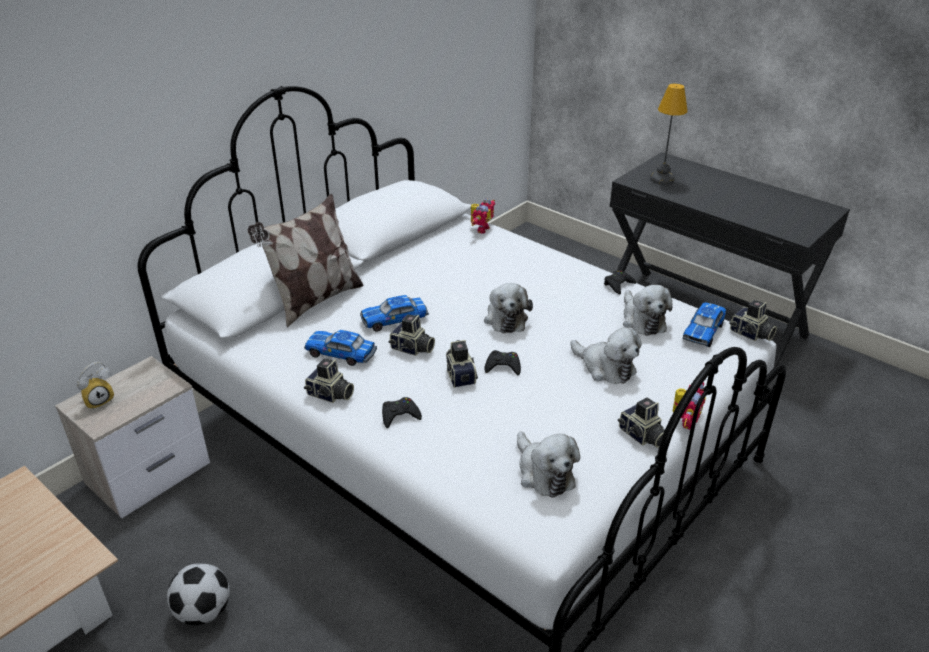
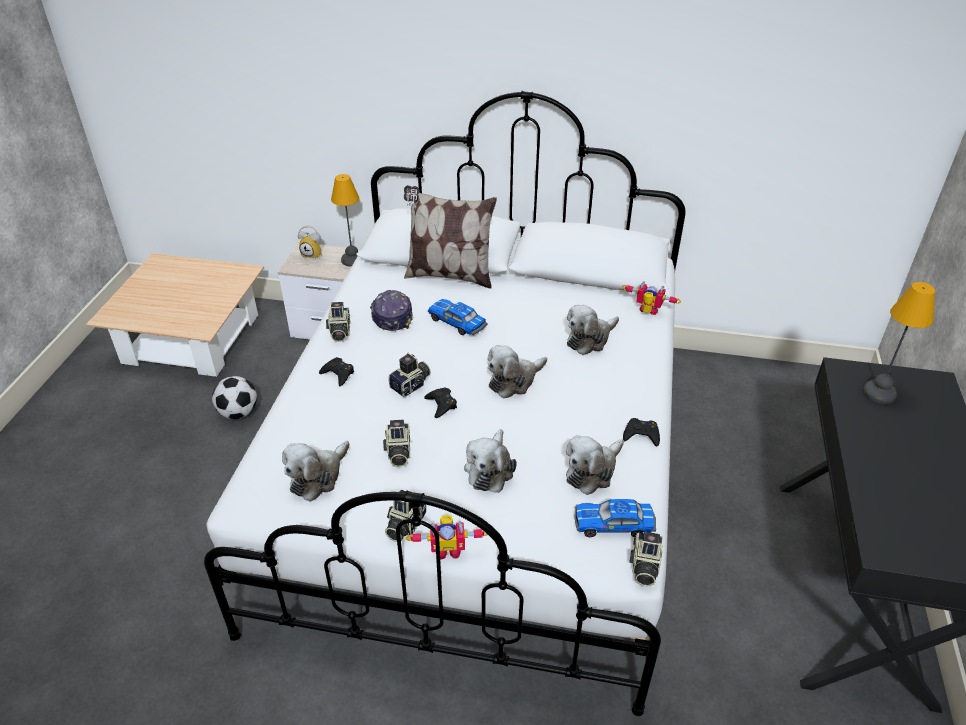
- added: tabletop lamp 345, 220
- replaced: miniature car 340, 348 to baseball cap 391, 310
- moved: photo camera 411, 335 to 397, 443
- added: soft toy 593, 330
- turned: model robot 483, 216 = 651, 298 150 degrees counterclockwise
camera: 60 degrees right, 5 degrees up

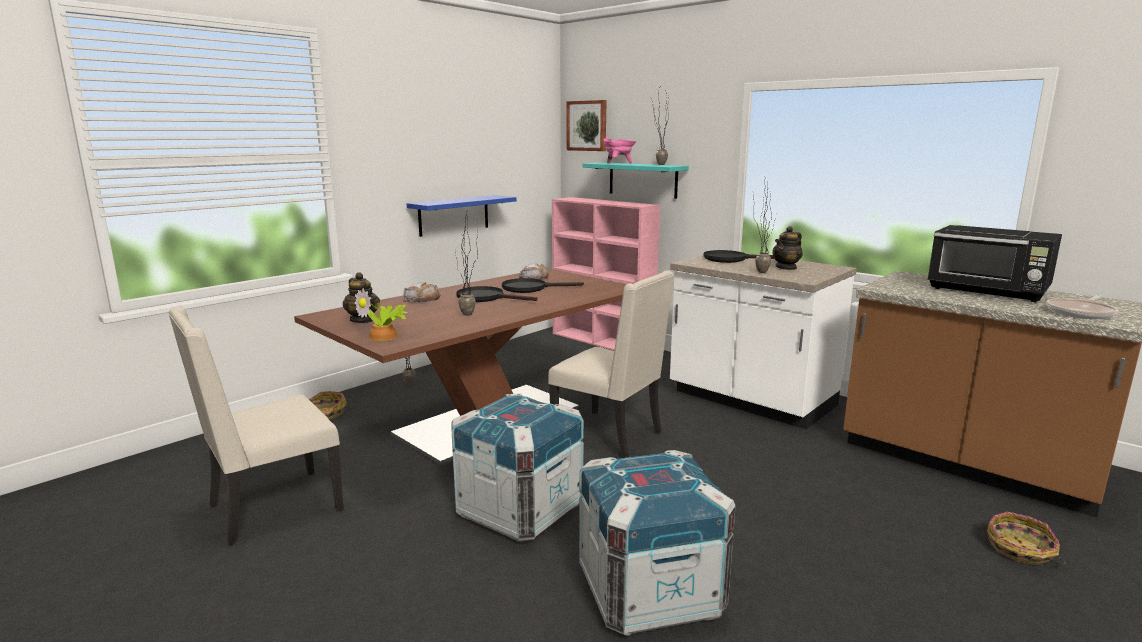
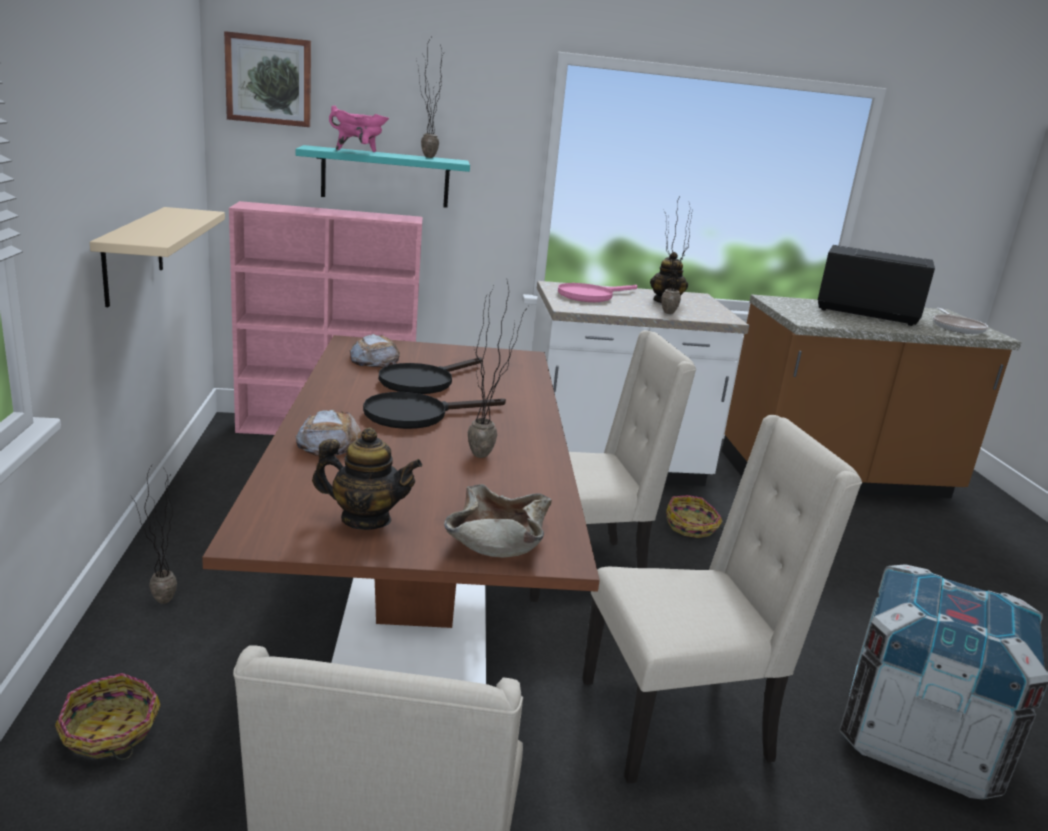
- recoloured: wall shelf in blue 462, 216 to wall shelf in beige 157, 257
- replaced: houseplant 381, 314 to deep dish in beige 498, 521
- recoloured: skillet in blackish 738, 256 to skillet in pink 597, 292
- replaced: crate 517, 467 to chair in beige 722, 599
- moved: household basket 1026, 538 to 695, 516
- turned: microwave oven in blackish 994, 263 = 876, 285 150 degrees counterclockwise
camera: 50 degrees left, 5 degrees up

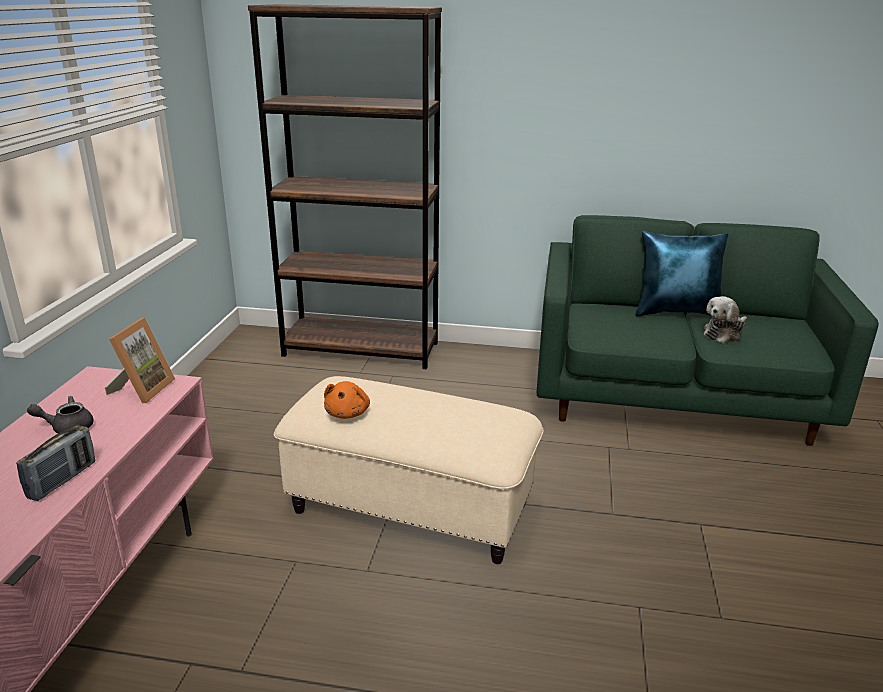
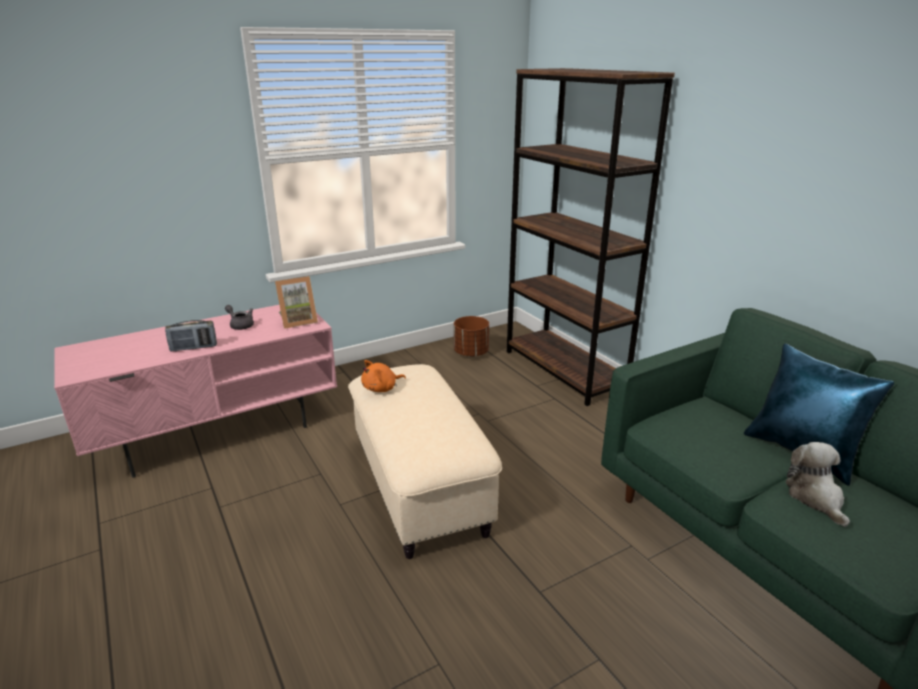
- added: flower pot in brown-coloured 471, 336
- turned: soft toy 725, 319 = 818, 484 75 degrees clockwise
camera: 50 degrees right, 0 degrees up

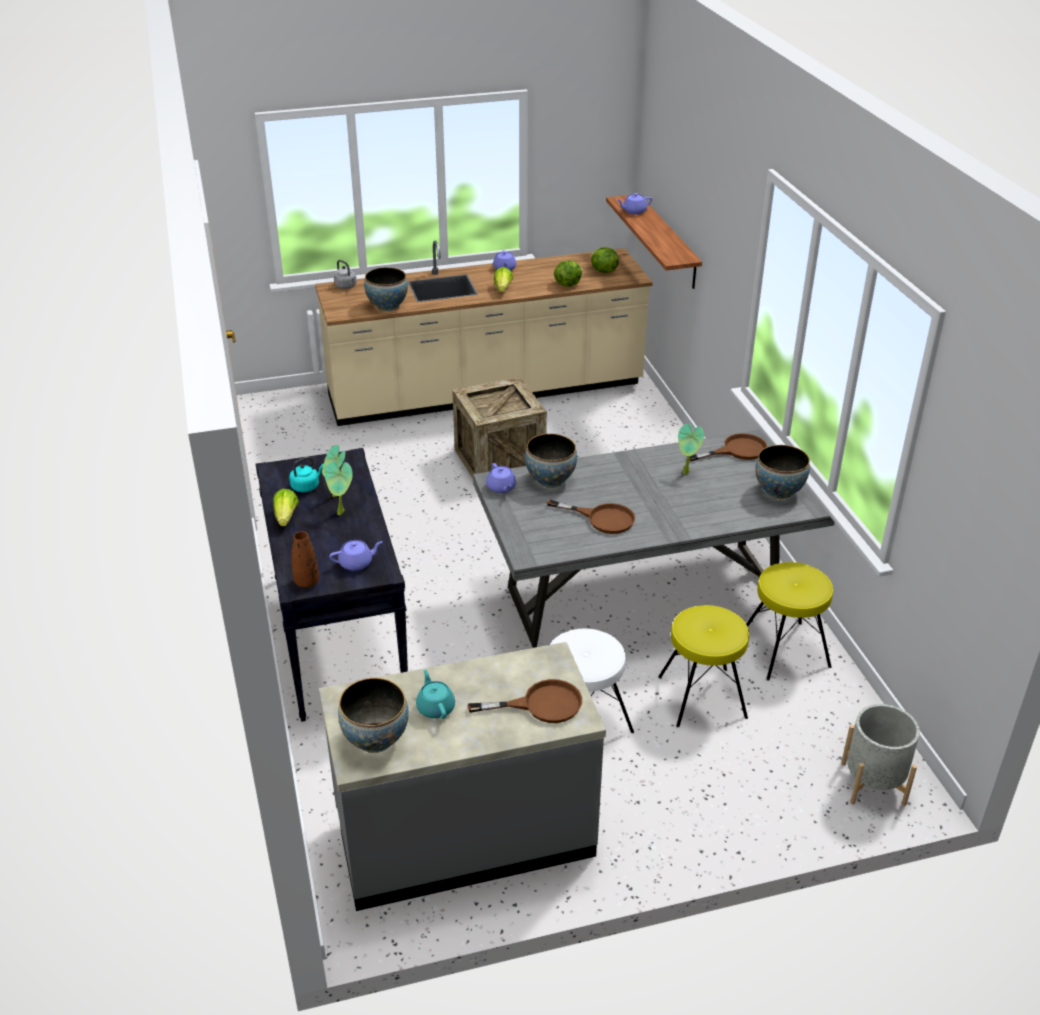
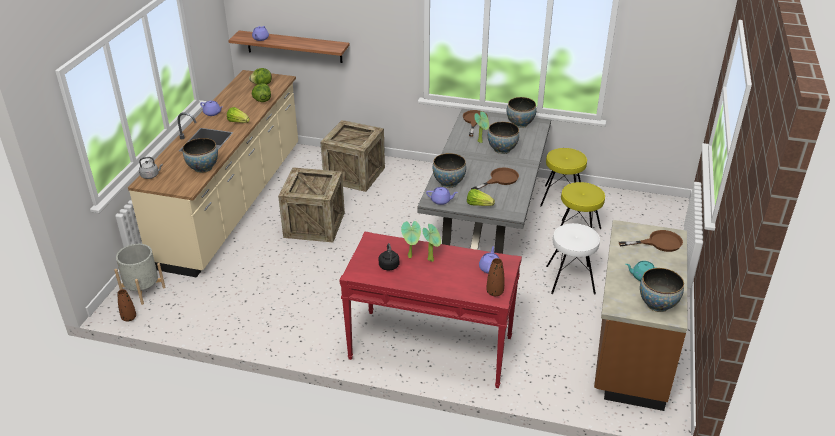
- moved: flower pot in greyish 880, 755 to 140, 274
- added: decorative vase in brown-coloured 127, 305
- added: crate 352, 156
- recoloured: console table in blackish 331, 585 to console table in red-coloured 430, 310
- recoloured: kettle in turquoise-coloured 306, 474 to kettle in blackish 389, 256
- moved: lettuce head 286, 507 to 481, 197
- added: deep dish 503, 138
- recoloured: kitchen counter in greyish 462, 776 to kitchen counter in brown-coloured 640, 315
- turned: skillet in brown-coloured 524, 701 = 651, 241 60 degrees clockwise
camera: 60 degrees left, 0 degrees up

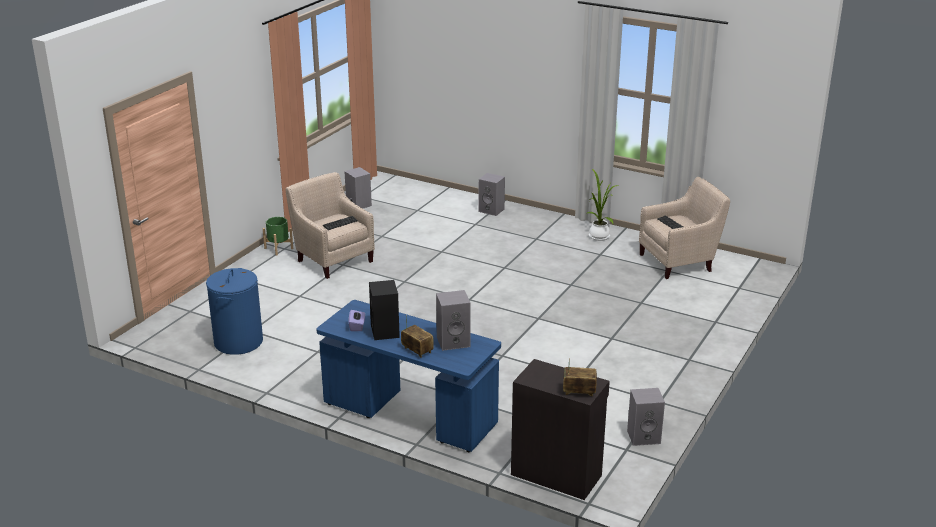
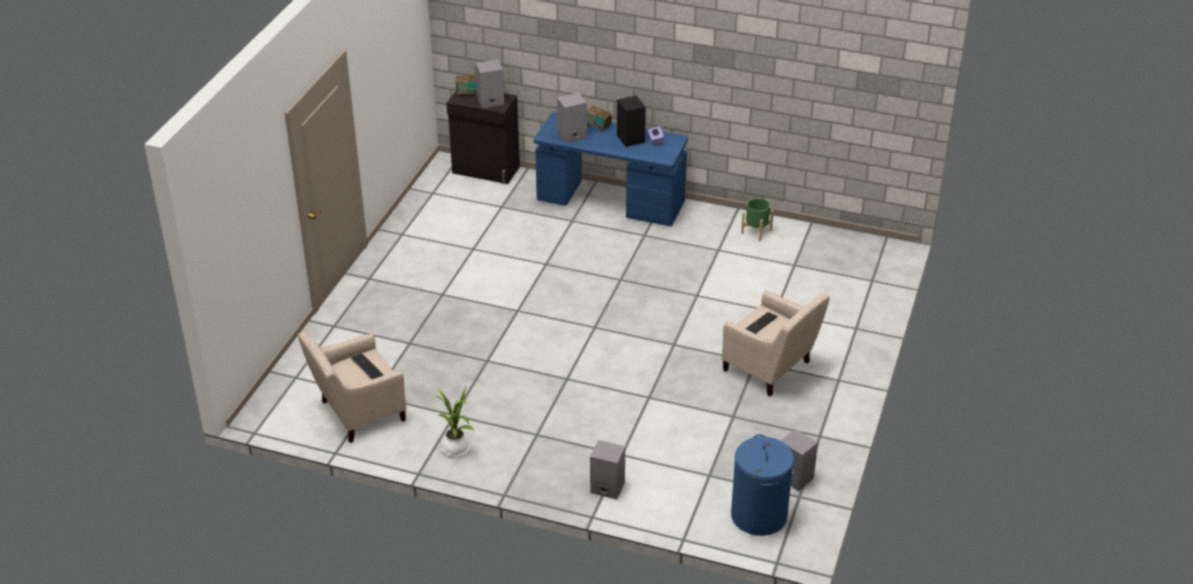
- moved: audio speaker in greyish 646, 417 to 490, 84
- moved: washing basket in blue 234, 311 to 762, 485
- moved: flower pot in green 278, 236 to 757, 219
camera: 170 degrees right, 10 degrees up

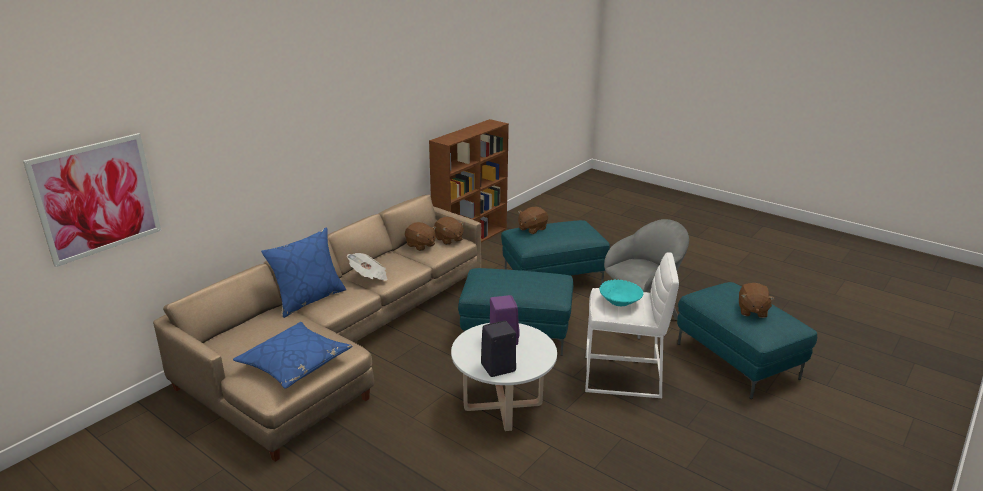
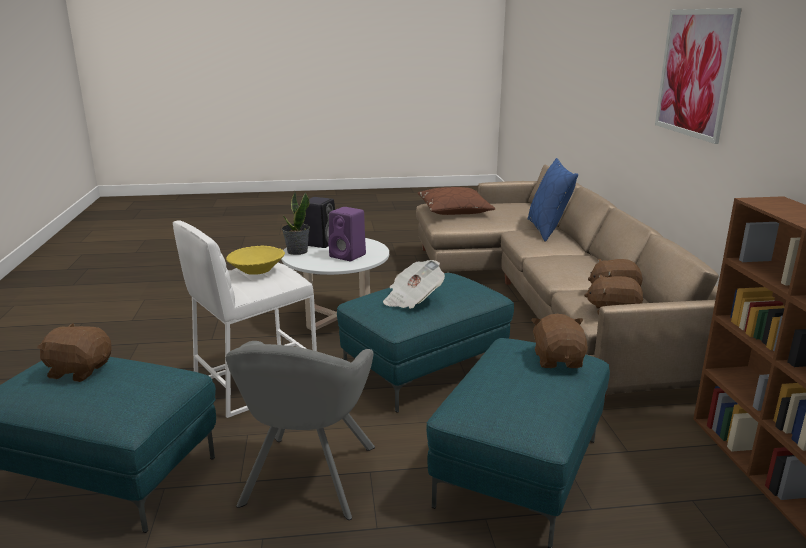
- turned: soft toy in brown-coloured 757, 300 = 74, 352 45 degrees counterclockwise
- recoloured: deep dish in turquoise-coloured 621, 293 to deep dish in yellow 255, 260
- added: houseplant 296, 223
- moved: newspaper 367, 267 to 414, 284
- recoloured: pillow in blue 292, 355 to pillow in brown-coloured 457, 201
- moved: picture 92, 200 to 698, 76
camera: 135 degrees right, 5 degrees down

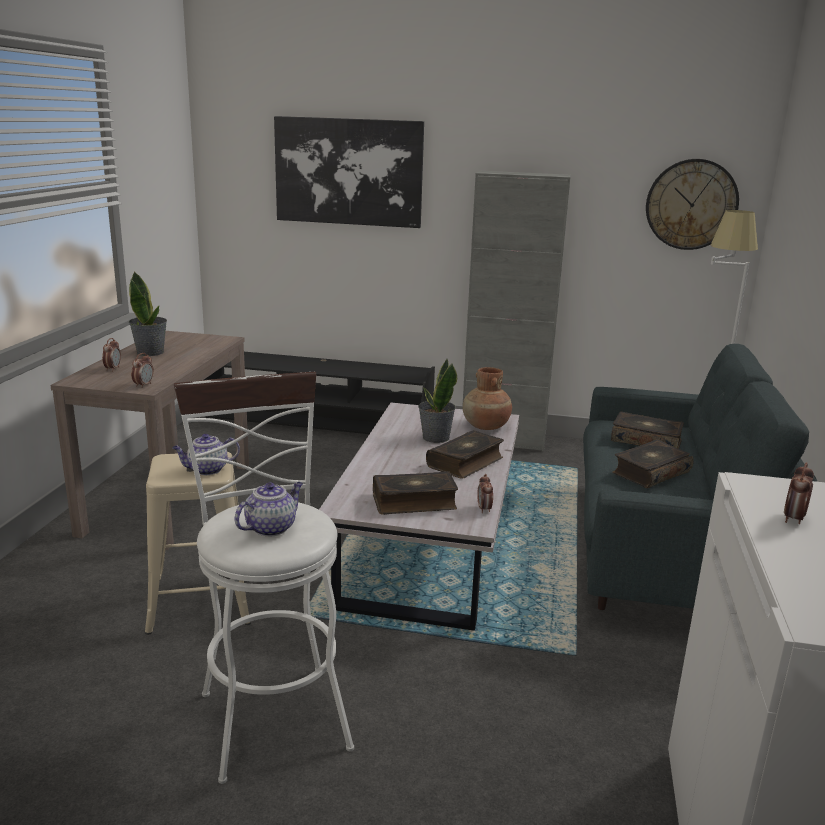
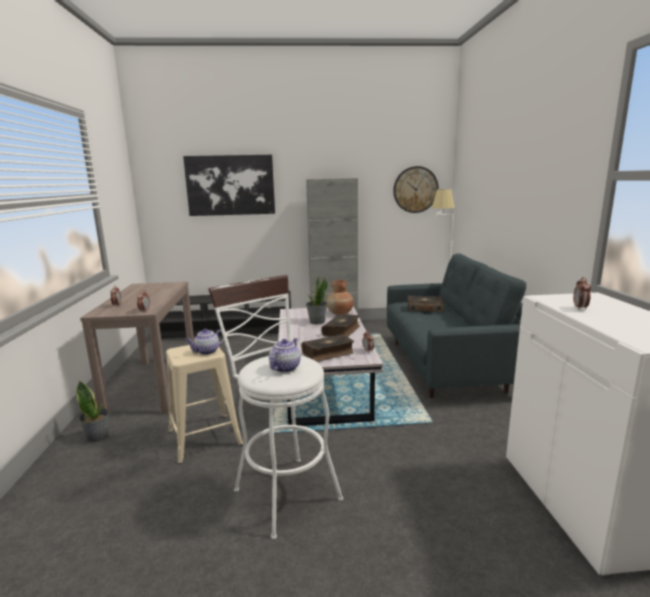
- moved: houseplant 148, 313 to 92, 412
- removed: book 653, 463
camera: 15 degrees left, 5 degrees down

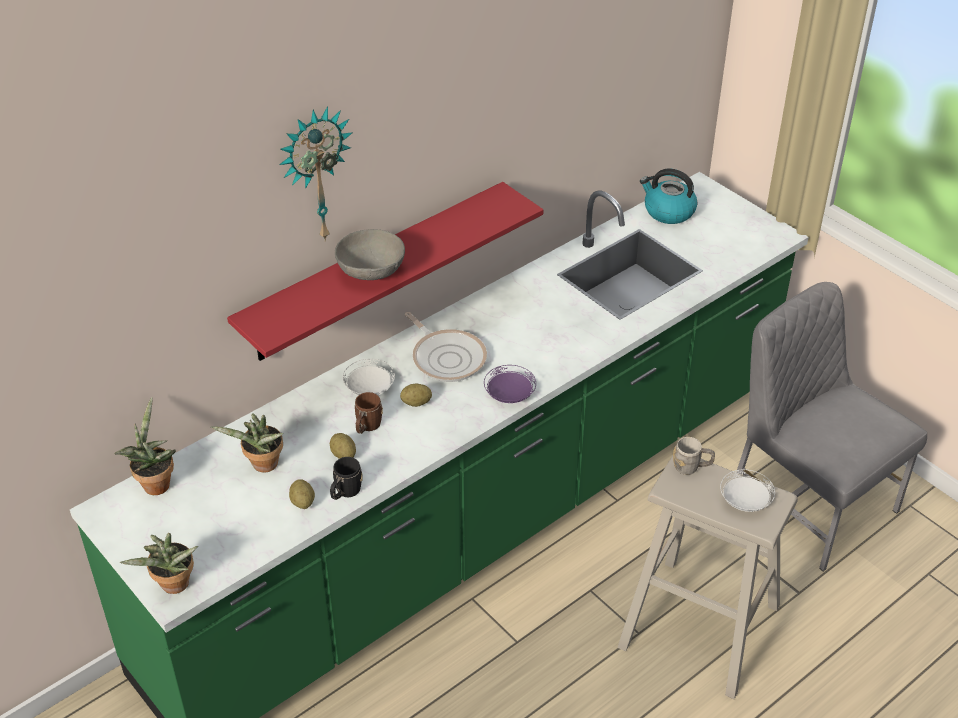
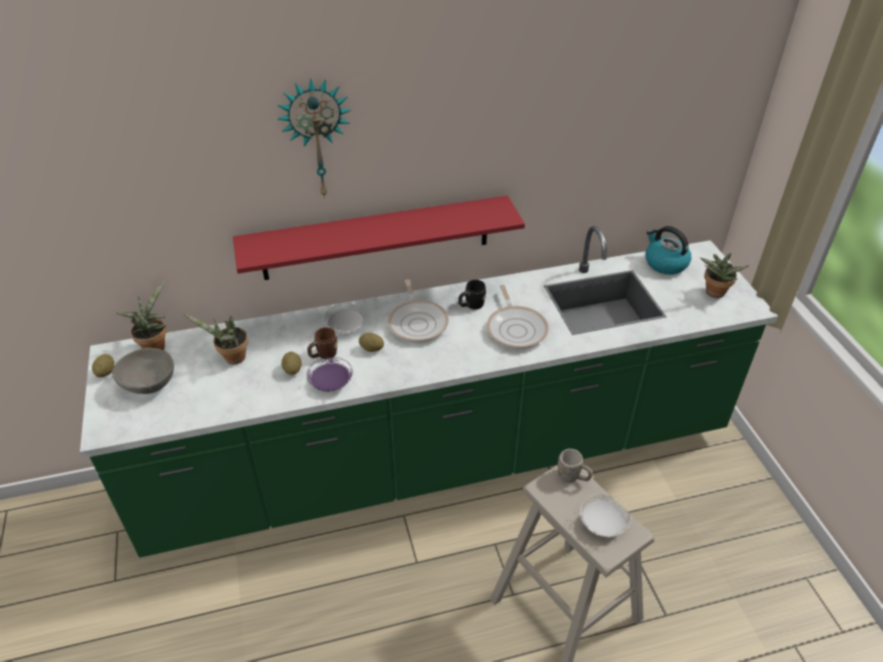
- moved: potato 302, 494 to 103, 366
- moved: deep dish in greyish 370, 254 to 143, 371
- moved: plate in purple-coloured 510, 384 to 330, 374
- moved: coffee mug in blackish 346, 478 to 472, 295
- added: skillet 518, 317
- moved: houseplant 159, 563 to 724, 275
- removed: chair in greyish 832, 426
camera: 25 degrees right, 0 degrees up

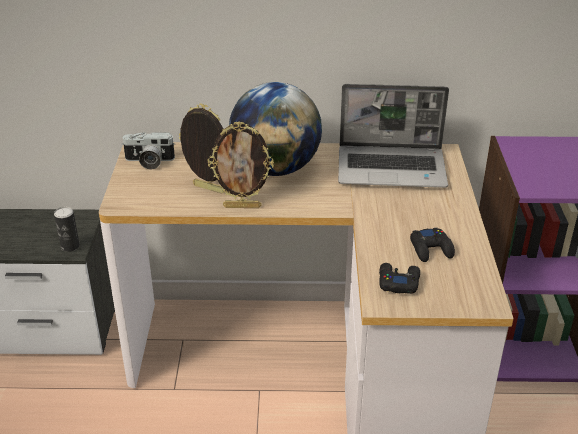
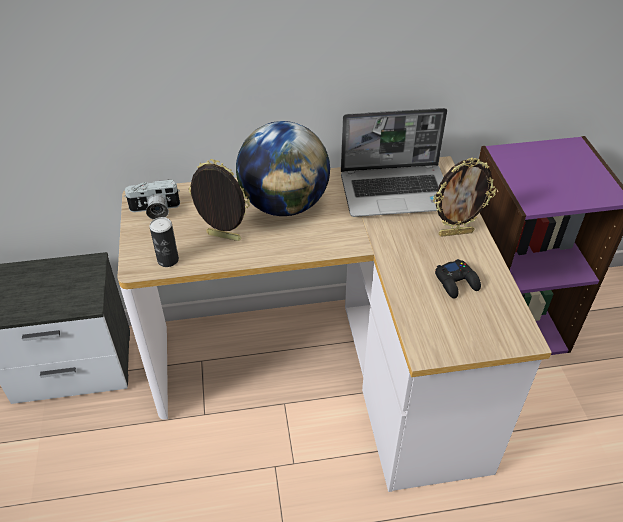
- moved: can 67, 229 to 164, 242
- moved: picture frame 241, 164 to 464, 197
- removed: joypad in blackish 399, 278
camera: 10 degrees left, 10 degrees up

